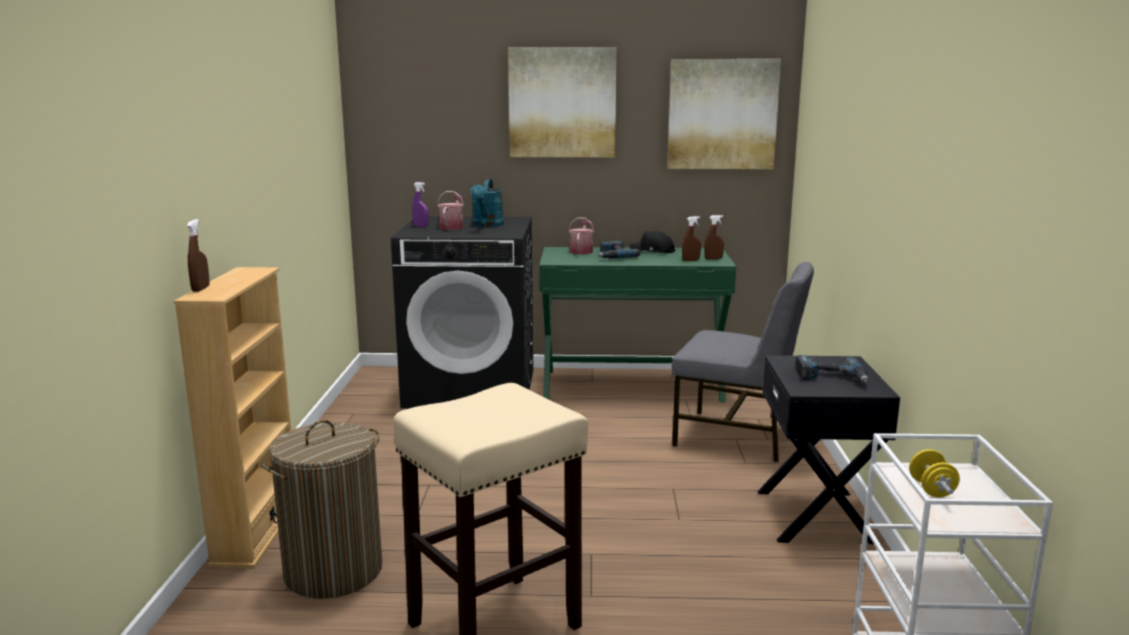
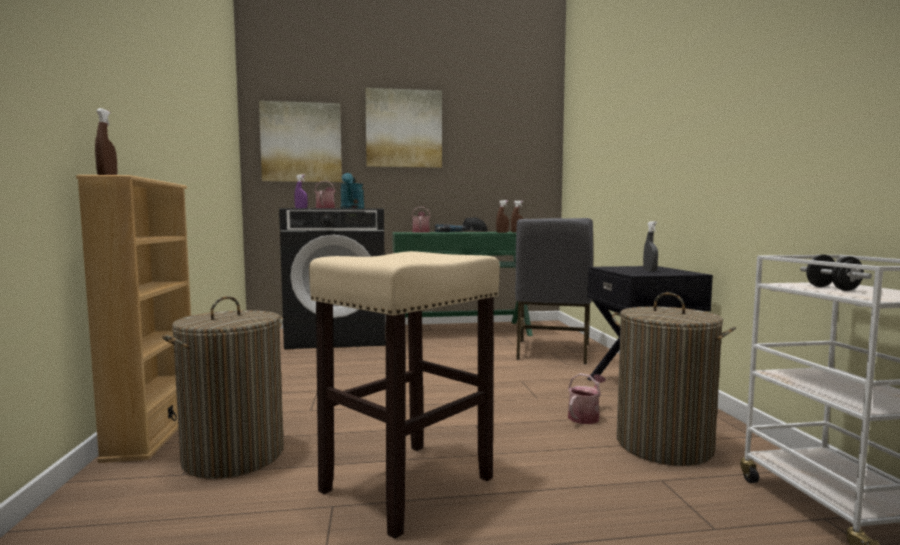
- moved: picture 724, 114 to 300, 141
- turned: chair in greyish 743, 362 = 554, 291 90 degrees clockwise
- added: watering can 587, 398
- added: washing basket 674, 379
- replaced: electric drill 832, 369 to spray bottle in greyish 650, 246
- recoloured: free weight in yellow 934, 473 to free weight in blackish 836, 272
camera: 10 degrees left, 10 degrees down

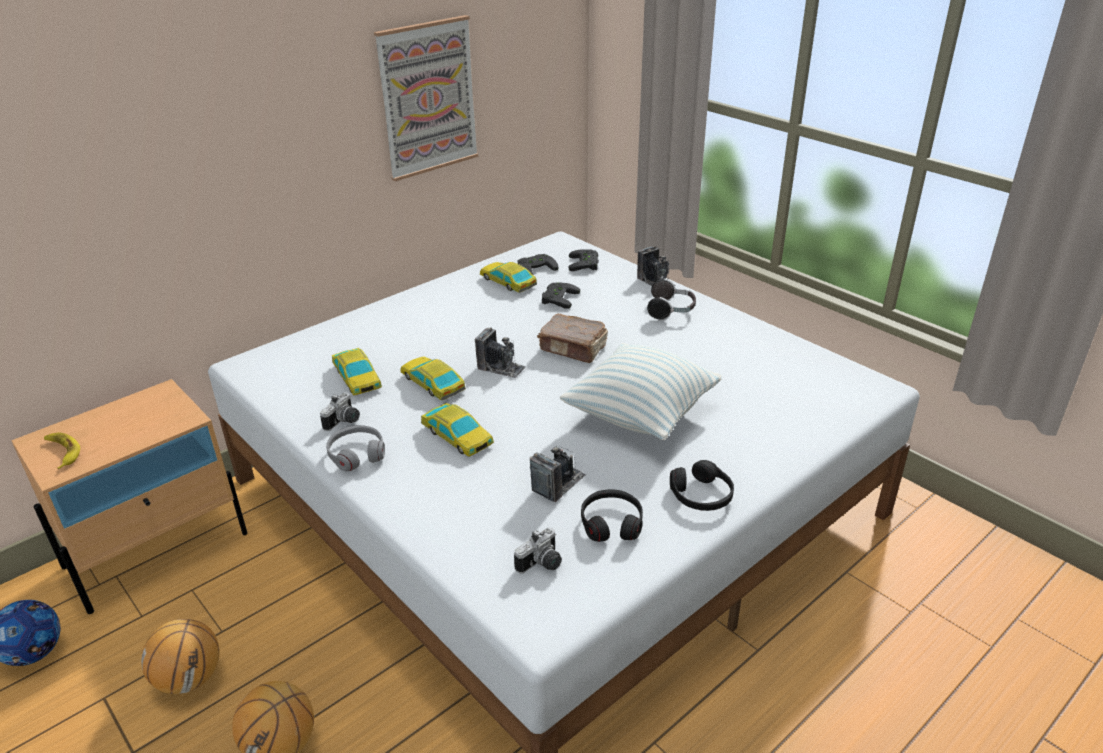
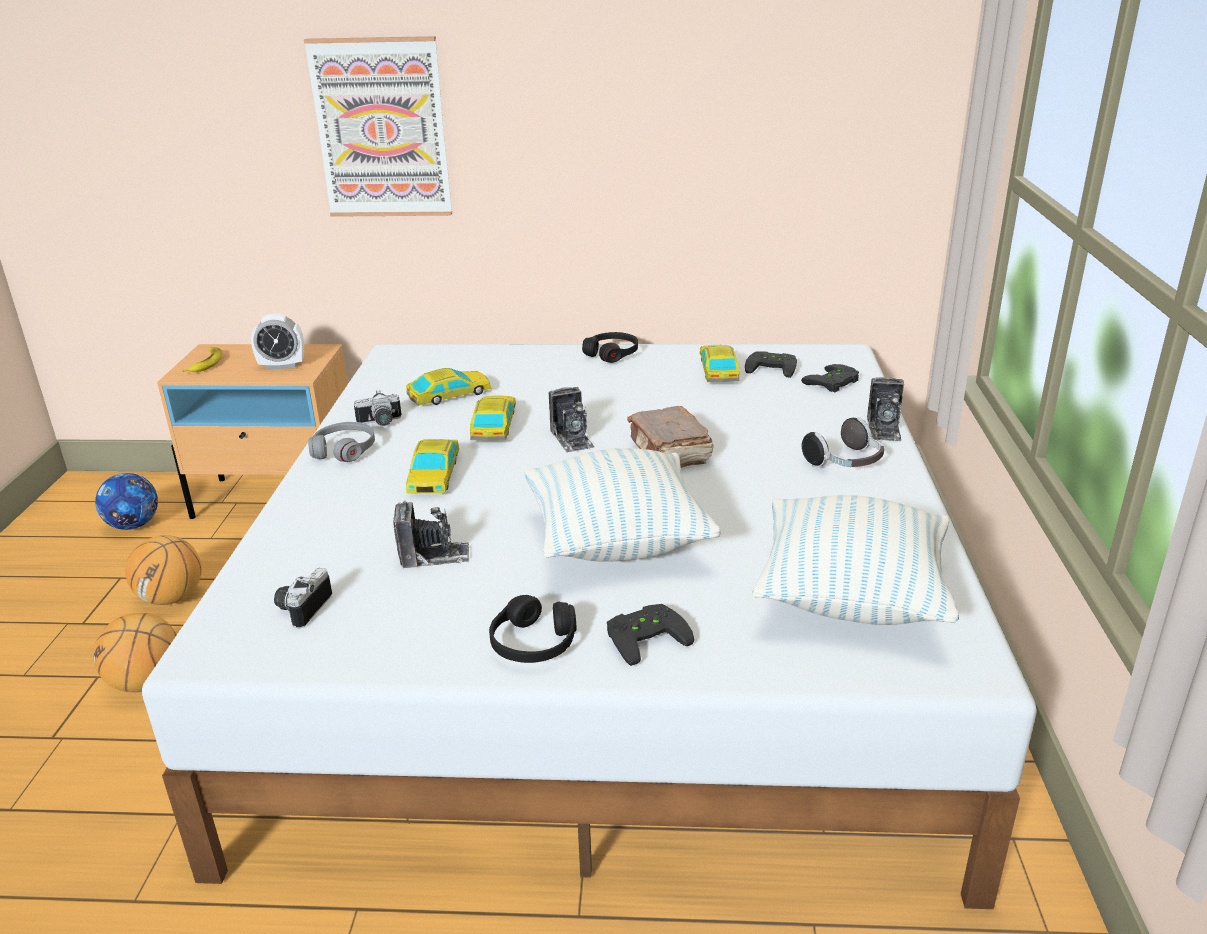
- added: table clock 277, 342
- turned: photo camera 538, 550 = 303, 598 105 degrees clockwise
- moved: picture 426, 98 to 378, 126
- turned: miniature car 357, 372 = 449, 387 135 degrees counterclockwise
- moved: pair of headphones in blackish 612, 516 to 610, 347
- moved: joypad in blackish 561, 296 to 650, 635
- added: pillow 855, 560
camera: 45 degrees right, 5 degrees down

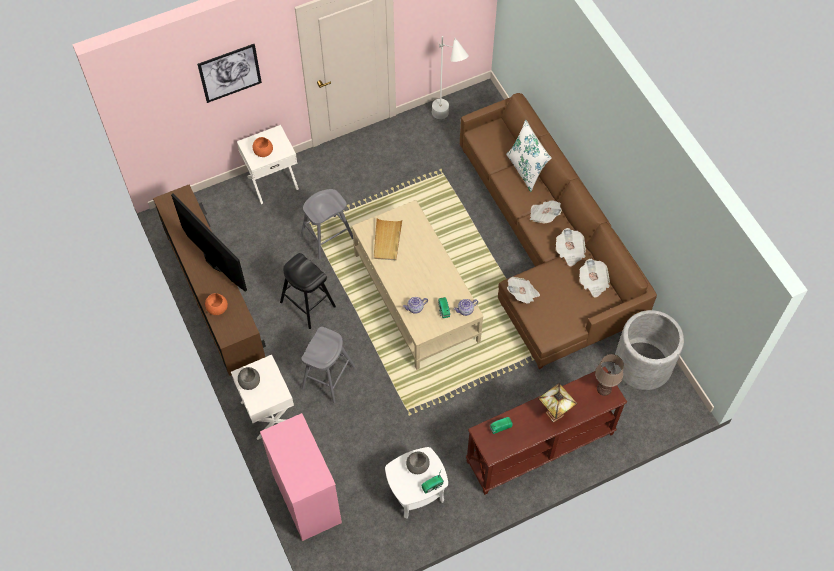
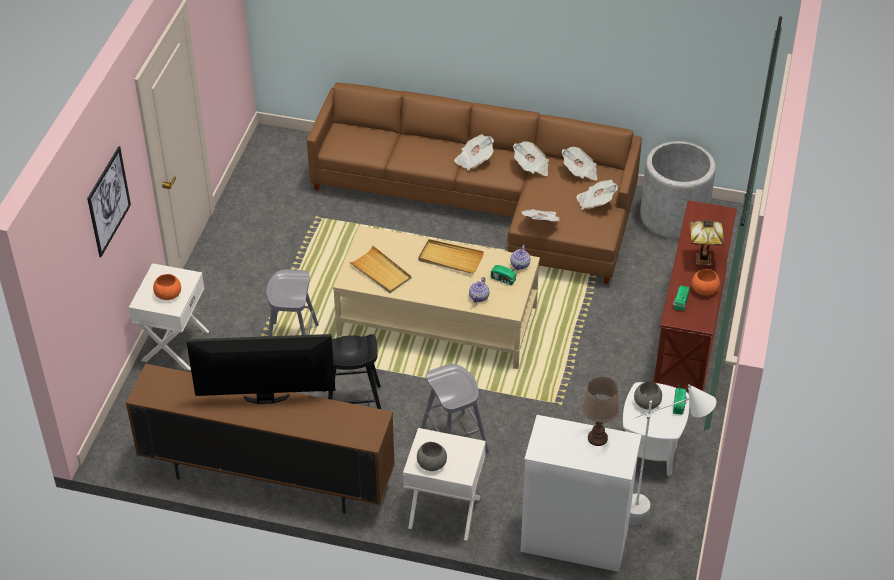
- added: serving tray in beige 451, 256
- recoloured: drawer chest in pink 301, 477 to drawer chest in whitish 581, 493
- added: newspaper 597, 195
- moved: tabletop lamp in brown-coloured 609, 375 to 601, 411
- moved: standard lamp in whitish 450, 77 to 672, 454
- moved: deep dish in orange 216, 304 to 706, 282
- removed: pillow in whitish 529, 156
camera: 50 degrees left, 15 degrees down

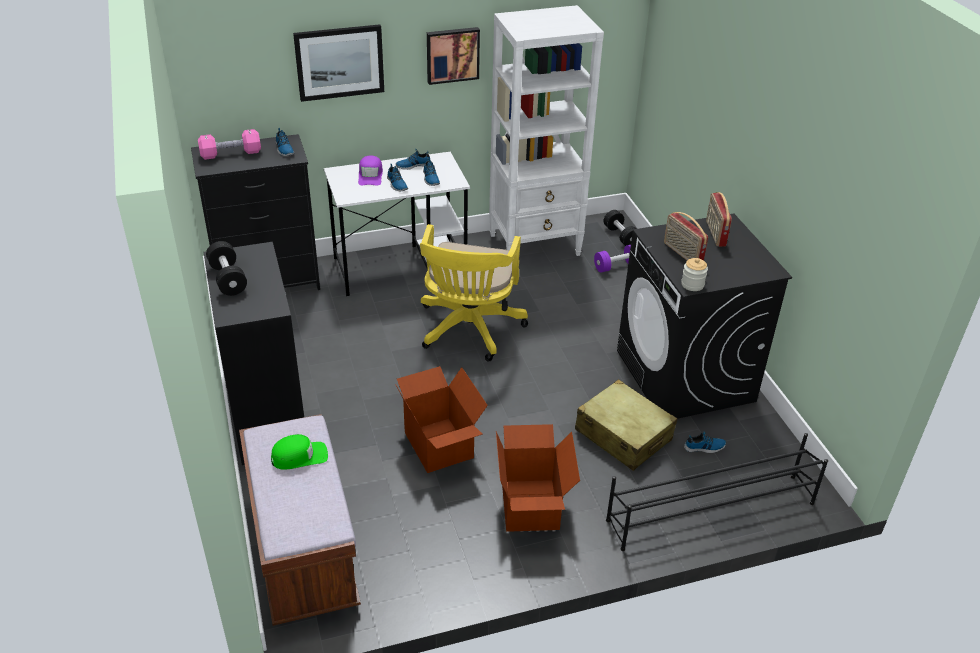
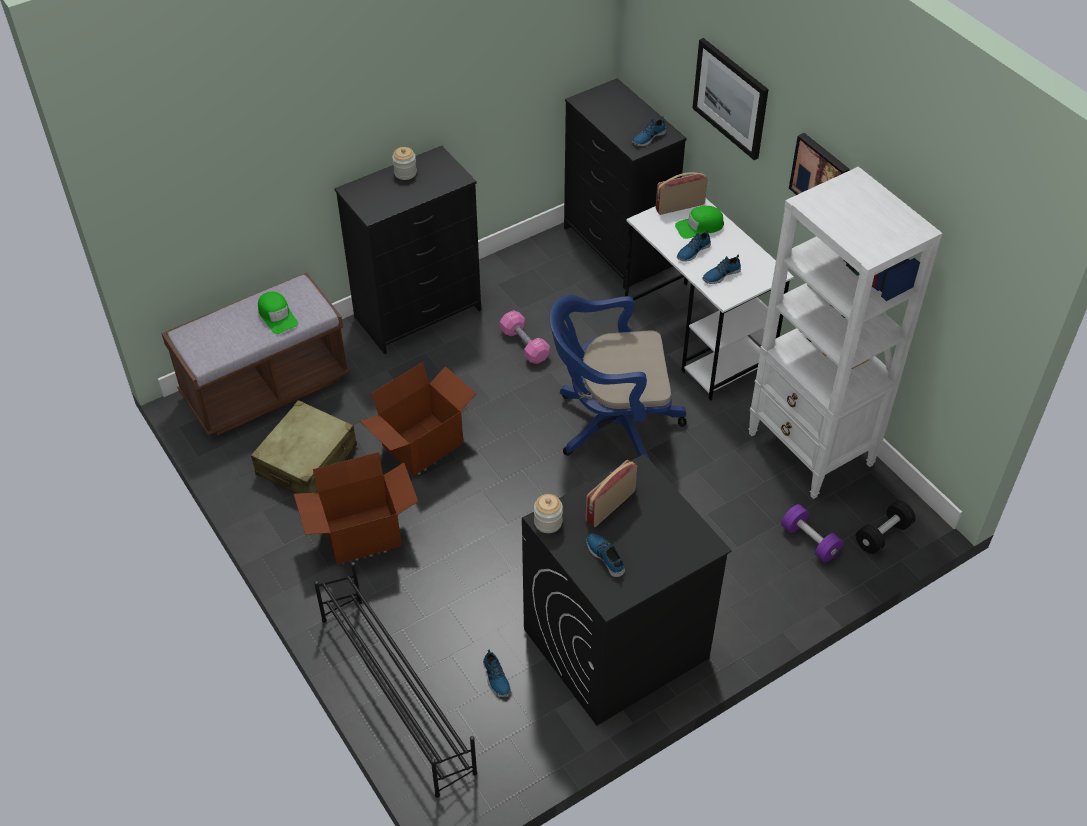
- moved: piece of luggage in beige 626, 425 to 304, 447
- replaced: free weight in blackish 226, 268 to preserve jar 404, 163
- moved: free weight in pink 229, 144 to 525, 337
- recoloured: office chair in yellow 474, 293 to office chair in blue 618, 377
- moved: shoe 413, 159 to 605, 555
- moved: radio receiver 719, 219 to 682, 193
- recoloured: baseball cap in purple-coloured 370, 170 to baseball cap in green 699, 222
camera: 75 degrees right, 10 degrees up

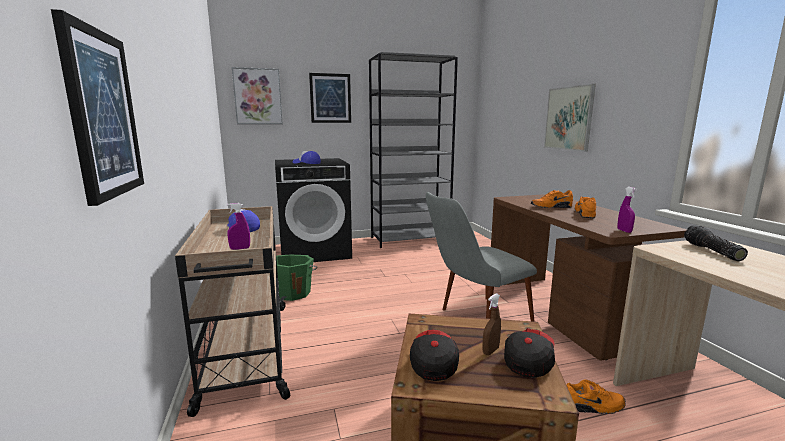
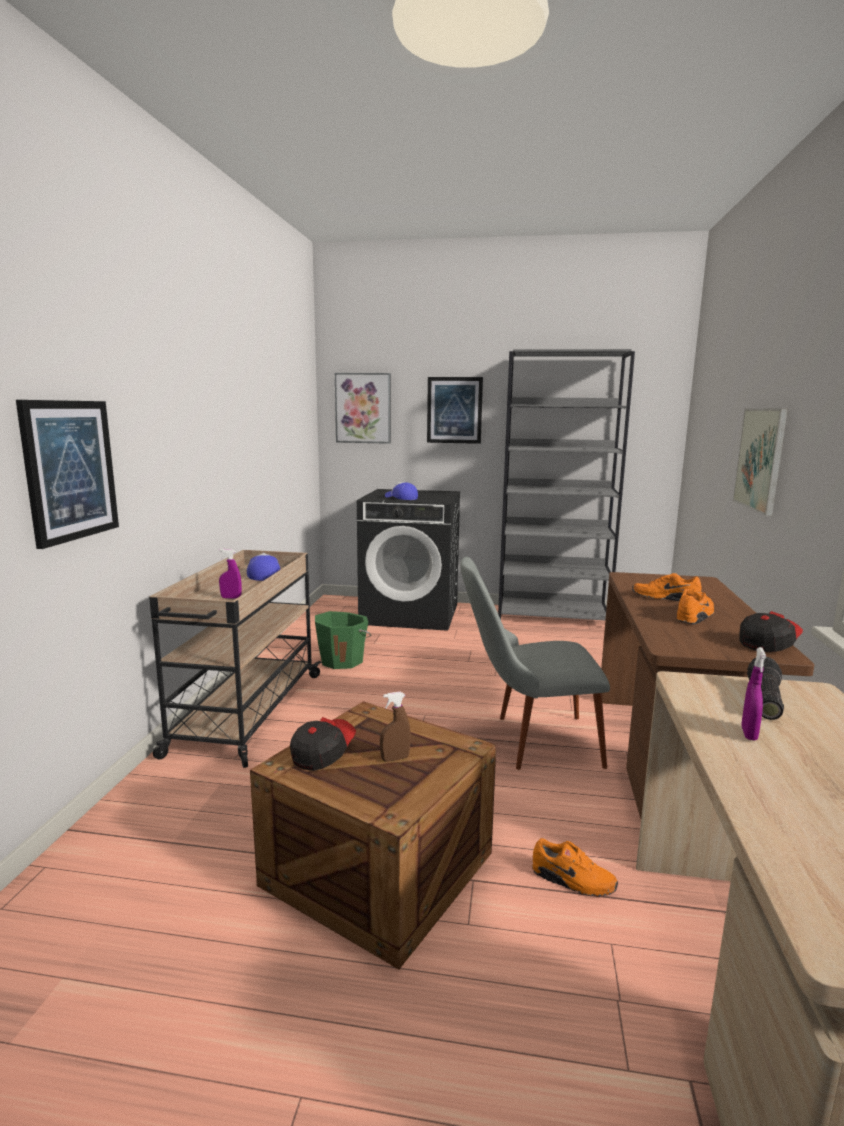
- moved: baseball cap 529, 353 to 771, 631
- moved: spray bottle in purple-coloured 627, 210 to 753, 693
camera: 25 degrees right, 0 degrees up

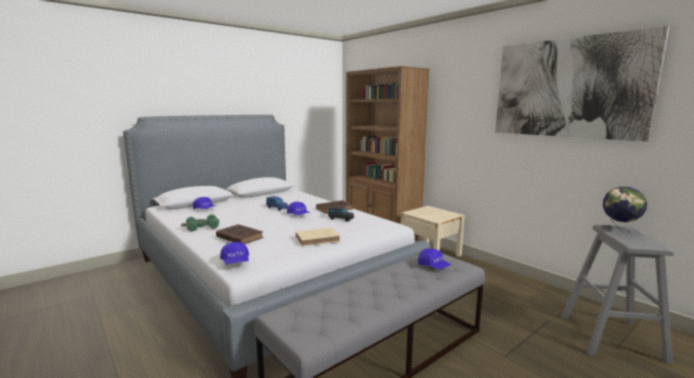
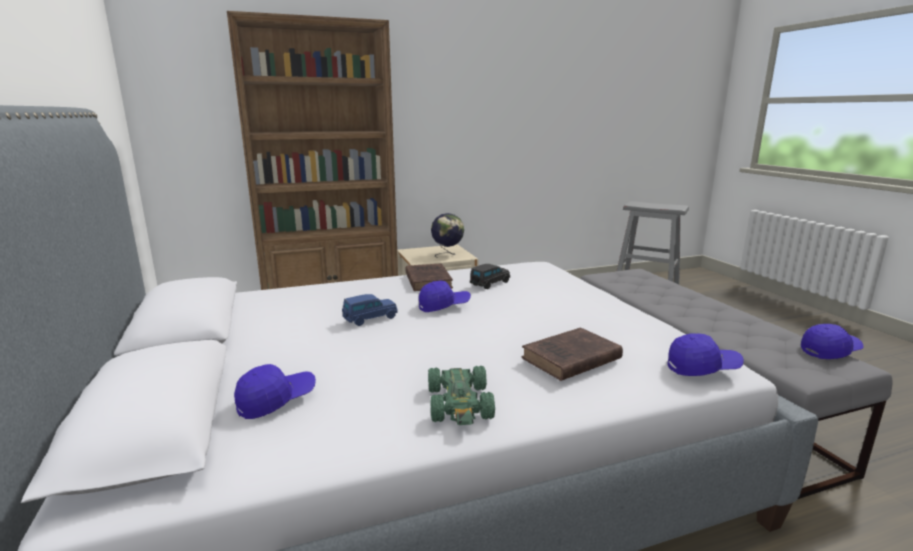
- moved: globe 624, 210 to 447, 235
- moved: baseball cap in blue 434, 259 to 832, 341
- removed: book in beige 317, 237
- removed: picture 582, 84
camera: 70 degrees left, 5 degrees up

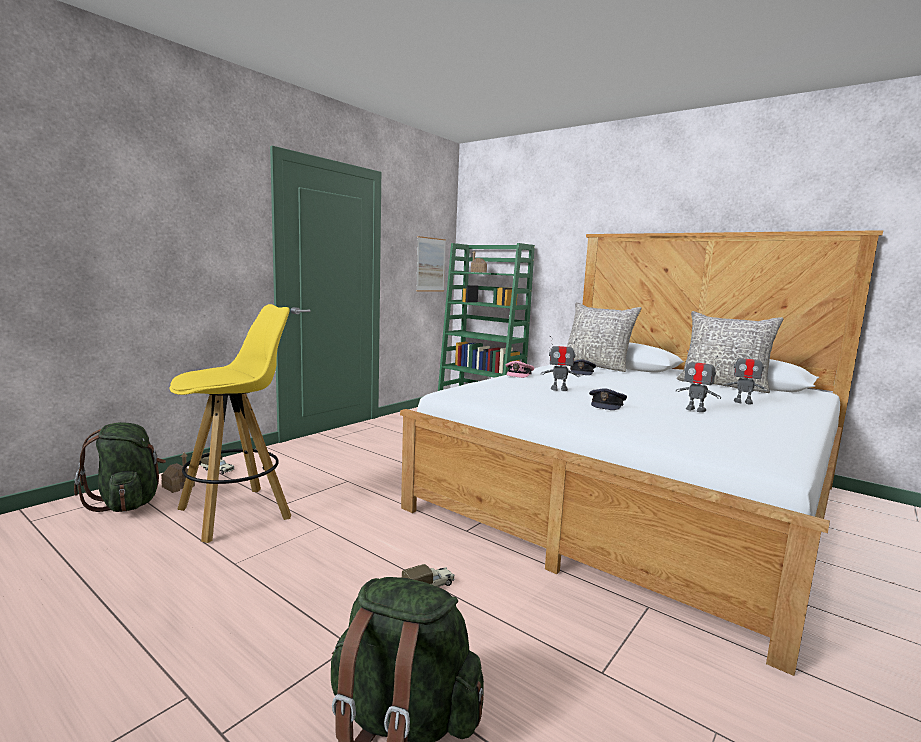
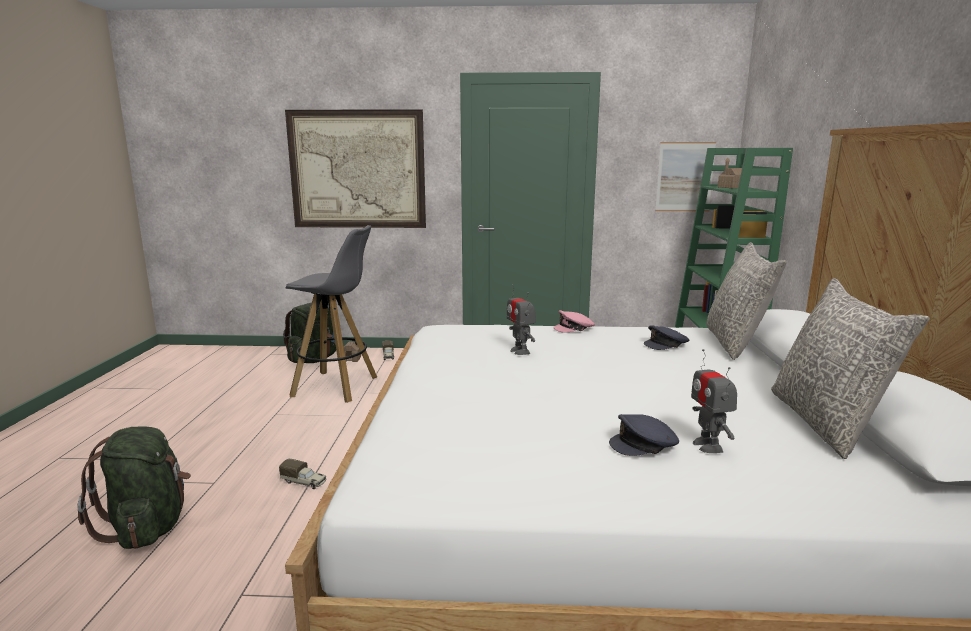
- added: picture 355, 168
- recoloured: stool seat in yellow 230, 423 to stool seat in greyish 331, 314
- moved: baseball cap in greyish 608, 399 to 644, 435
- removed: model robot 698, 381
camera: 55 degrees right, 5 degrees up

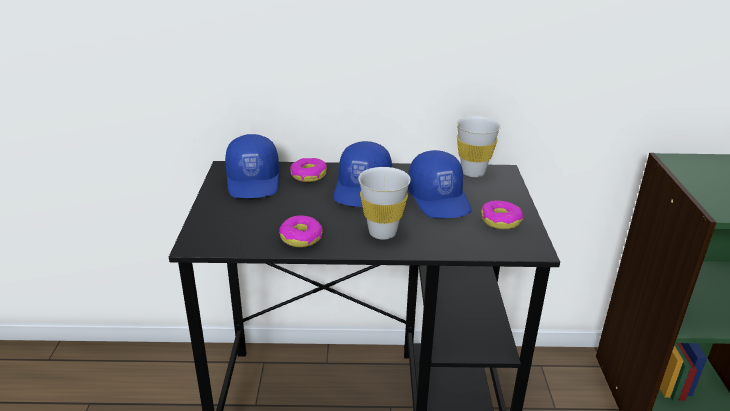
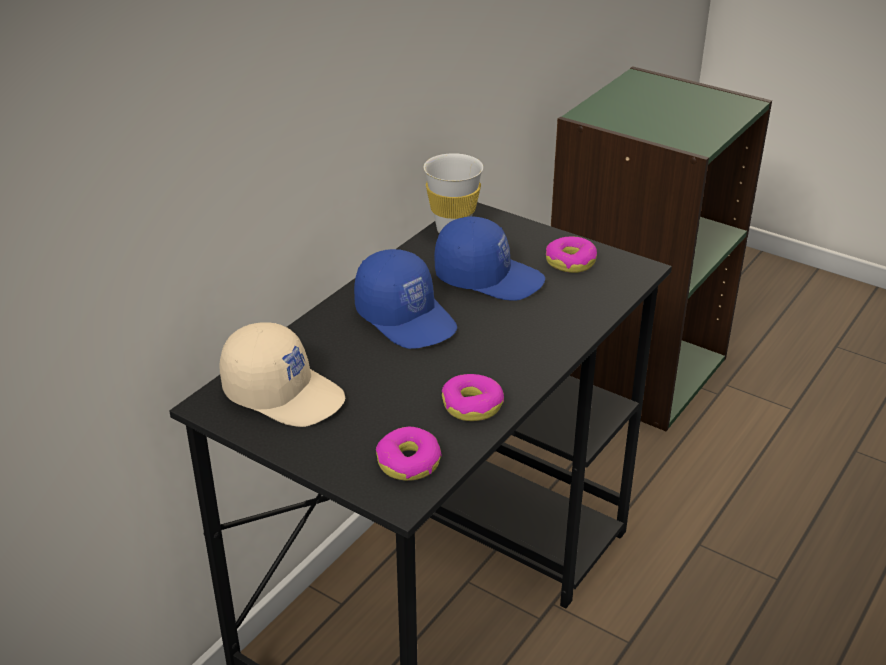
- recoloured: baseball cap in blue 252, 166 to baseball cap in beige 282, 374
- moved: donut 308, 170 to 409, 454
- removed: small cup in whitish 384, 203
camera: 55 degrees left, 5 degrees up

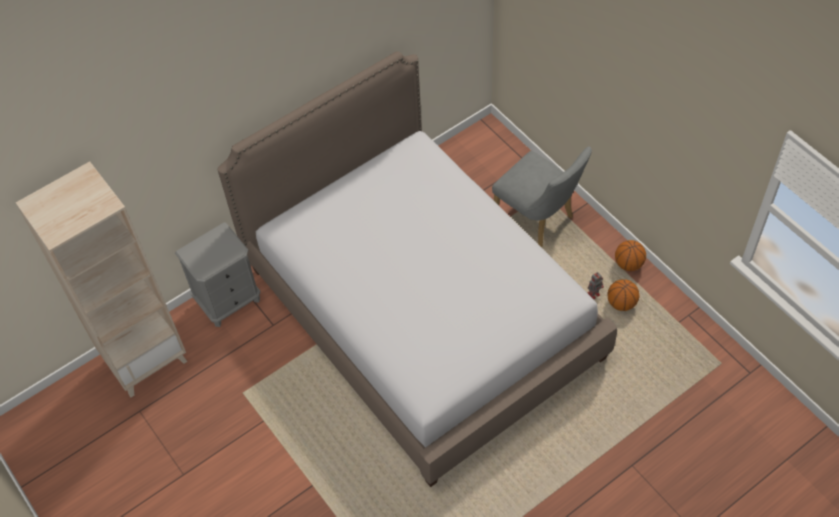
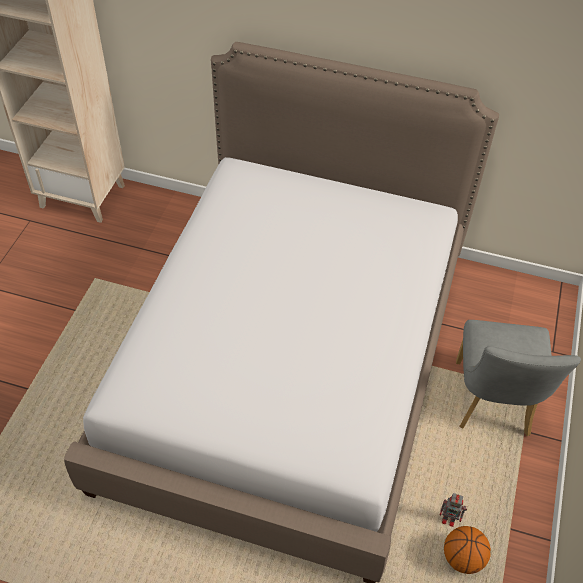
- removed: bedside table in greyish 218, 274
- removed: ball for basketball 630, 255
camera: 50 degrees right, 5 degrees down

